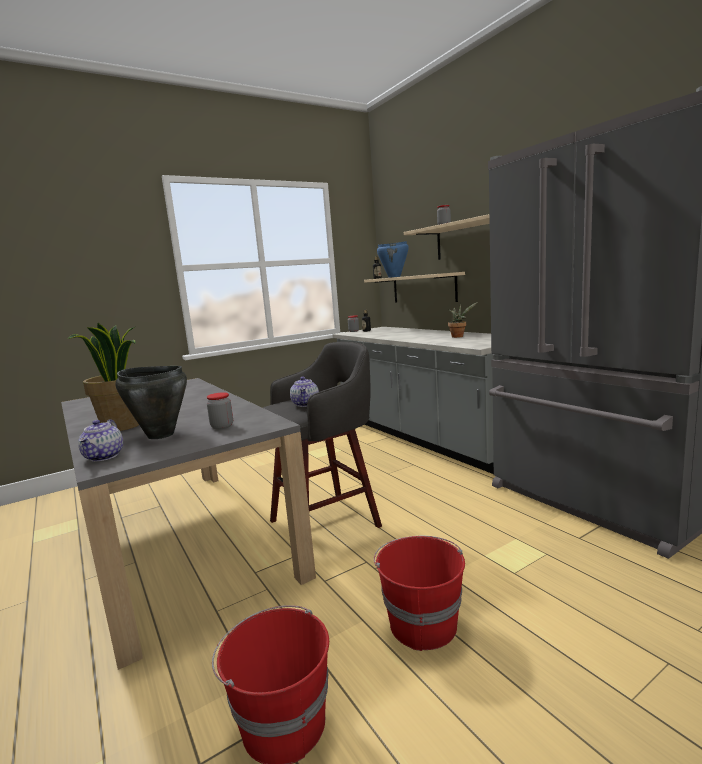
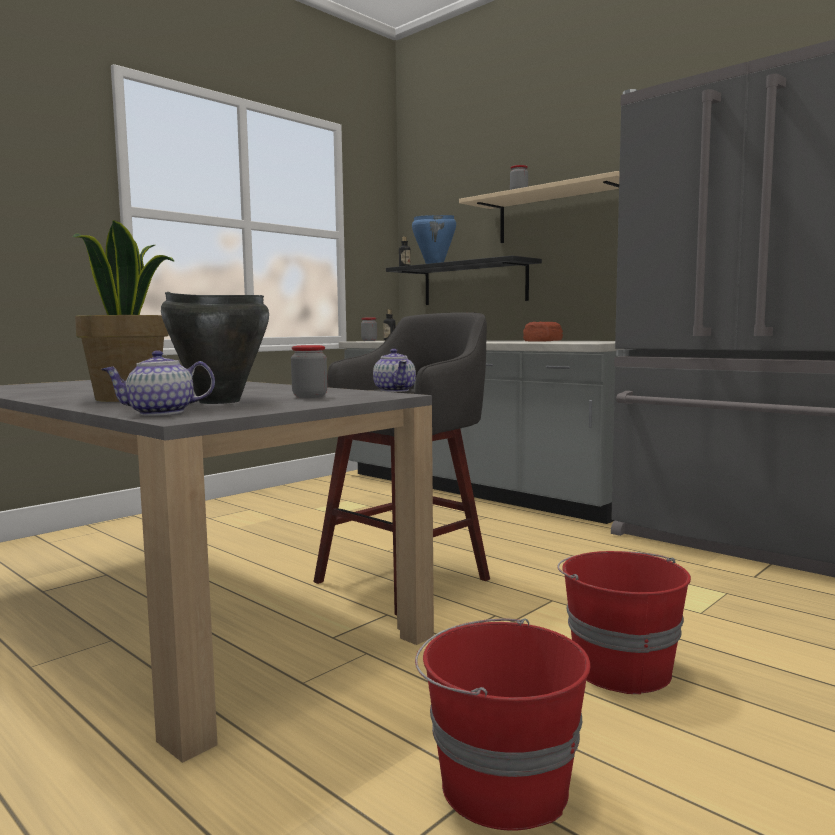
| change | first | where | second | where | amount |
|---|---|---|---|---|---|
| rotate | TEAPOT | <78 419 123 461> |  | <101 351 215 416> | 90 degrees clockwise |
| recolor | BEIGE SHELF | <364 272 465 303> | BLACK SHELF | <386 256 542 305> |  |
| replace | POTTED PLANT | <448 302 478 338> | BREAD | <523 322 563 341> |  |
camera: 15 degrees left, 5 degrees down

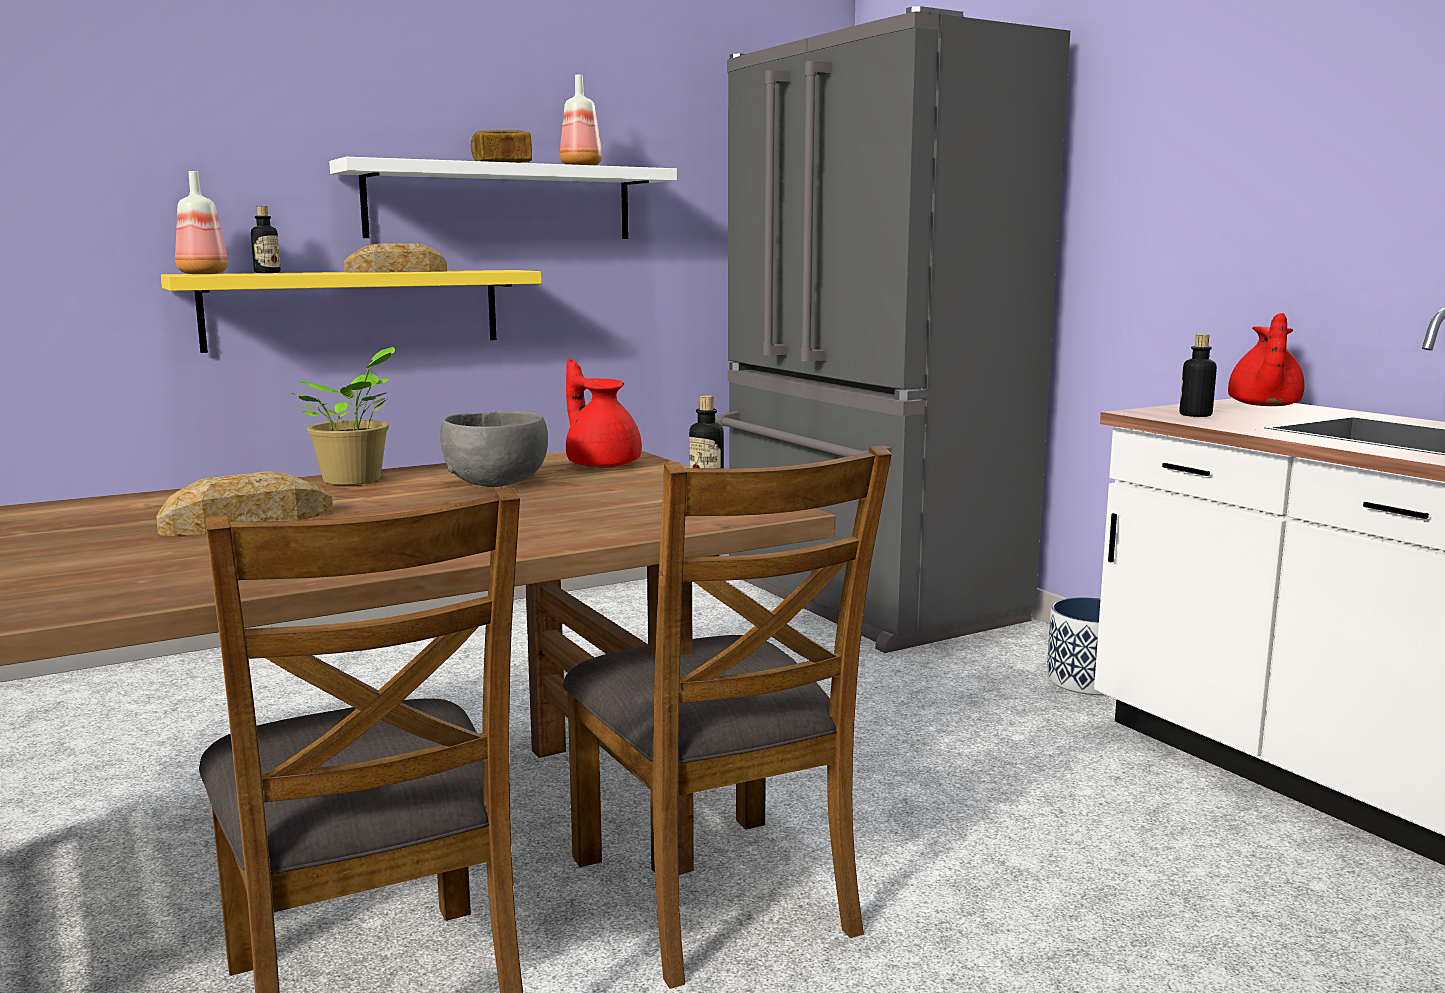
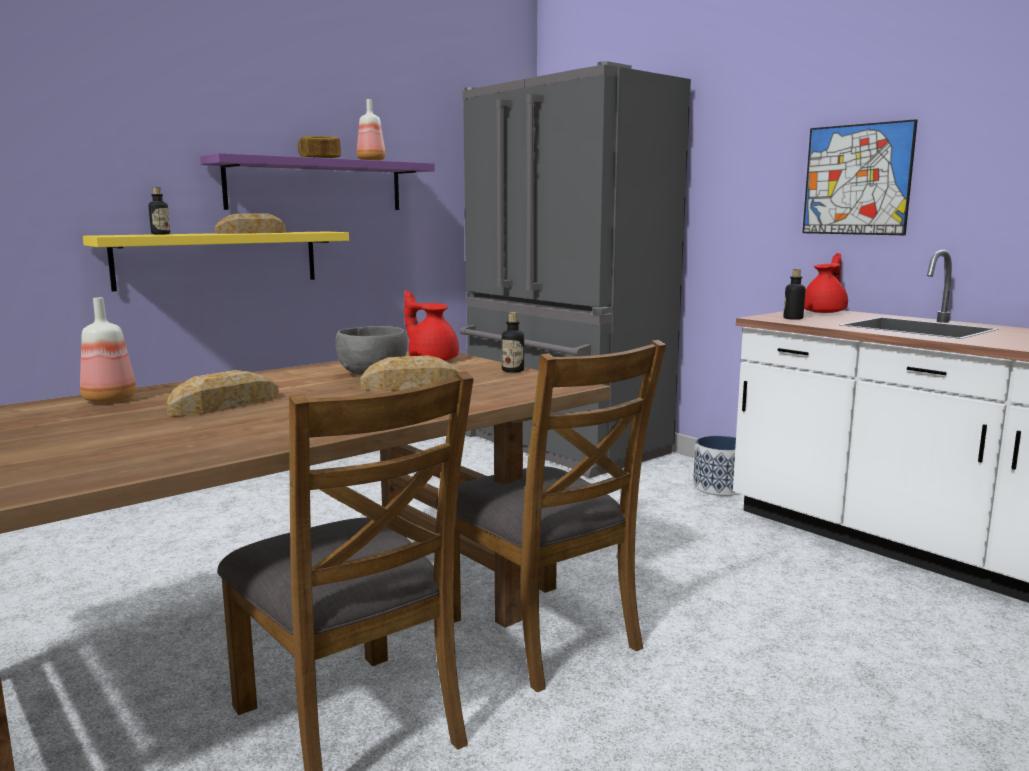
| change | first | where | second | where | amount |
|---|---|---|---|---|---|
| move | BOTTLE | <175 171 228 274> |  | <80 297 136 403> |  |
| recolor | WHITE SHELF | <329 157 677 239> | PURPLE SHELF | <200 153 435 210> |  |
| insert |  |  | BREAD | <360 355 461 391> |  |
| insert |  |  | PICTURE | <802 119 918 235> |  |
| rotate | RED TEAPOT | <1228 313 1304 406> |  | <804 253 848 313> | 150 degrees counterclockwise |
| delete | POTTED PLANT | <290 347 395 485> |  |  |  |
camera: 10 degrees left, 0 degrees up

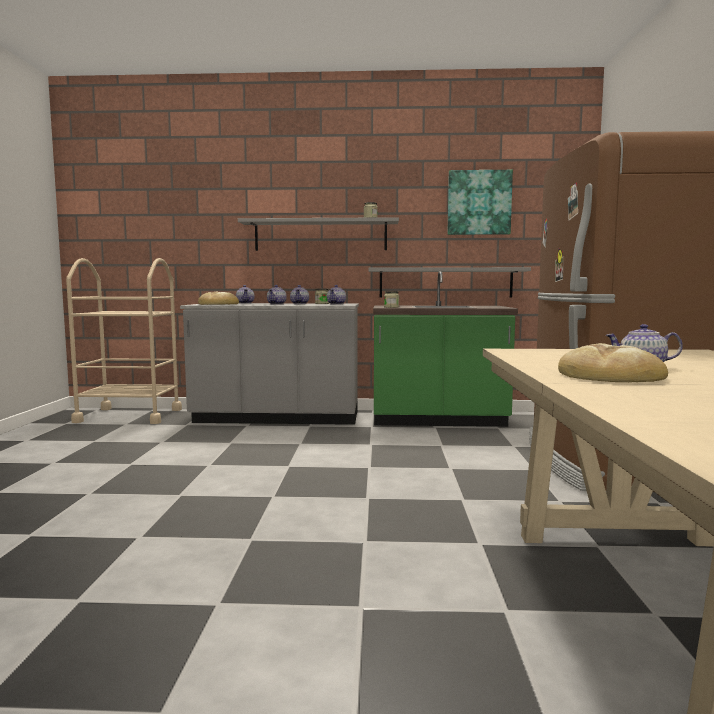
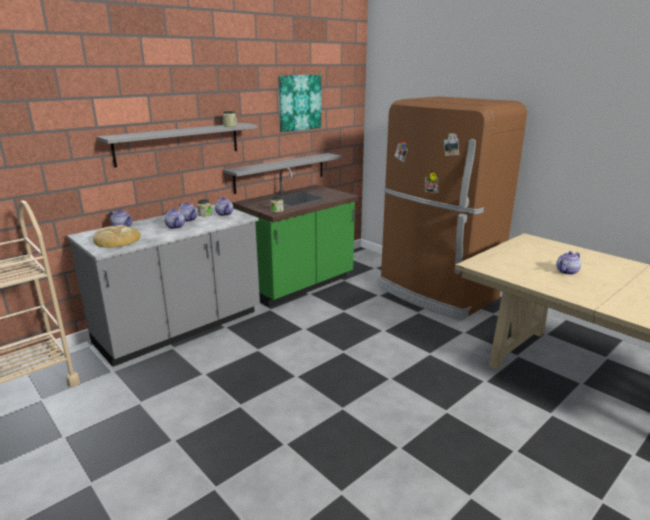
| change | first | where | second | where | amount |
|---|---|---|---|---|---|
| delete | BREAD | <558 343 668 382> |  |  |  |
camera: 45 degrees left, 15 degrees up

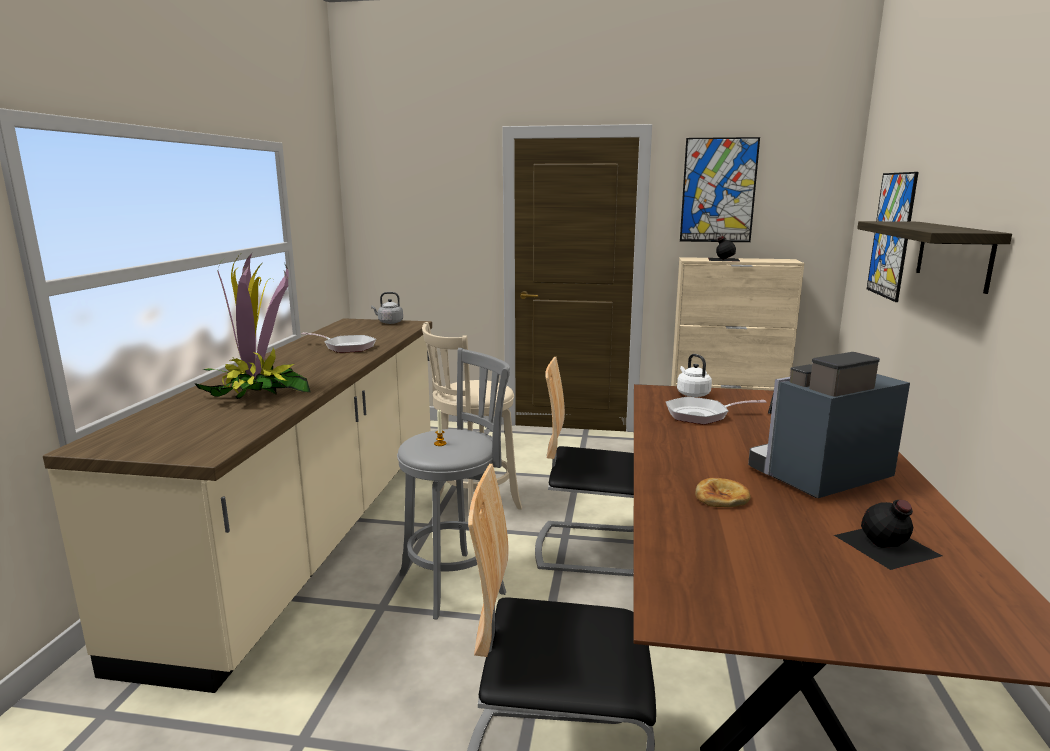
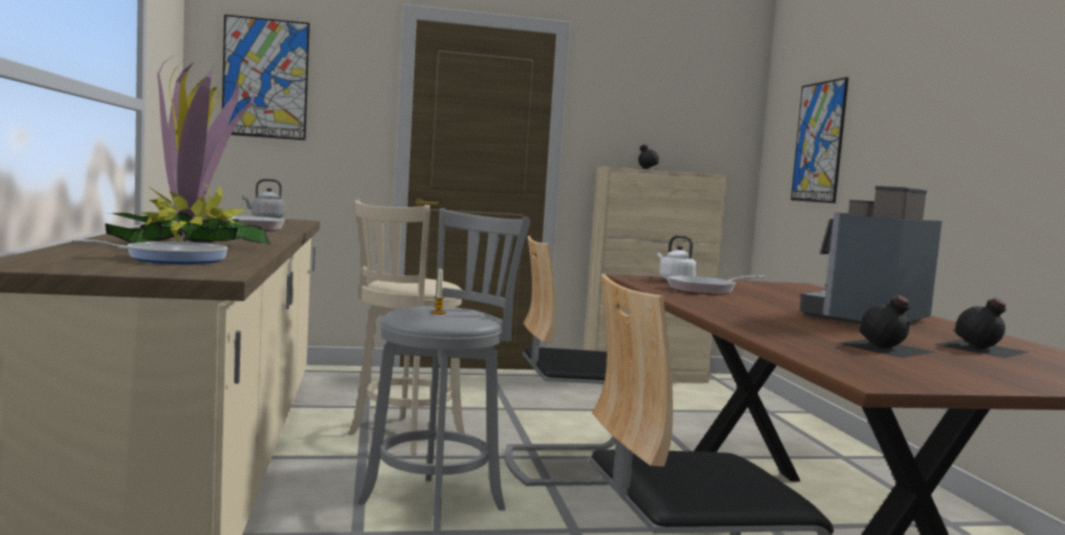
| change | first | where | second | where | amount |
|---|---|---|---|---|---|
| insert |  |  | FRYING PAN | <71 239 228 264> |  |
| move | PICTURE | <680 137 760 242> |  | <222 14 310 140> |  |
| insert |  |  | BLACK BOTTLE | <835 295 935 358> |  |
| delete | BREAD | <695 477 751 507> |  |  |  |
| delete | SHELF | <857 221 1012 294> |  |  |  |
camera: 20 degrees left, 10 degrees down

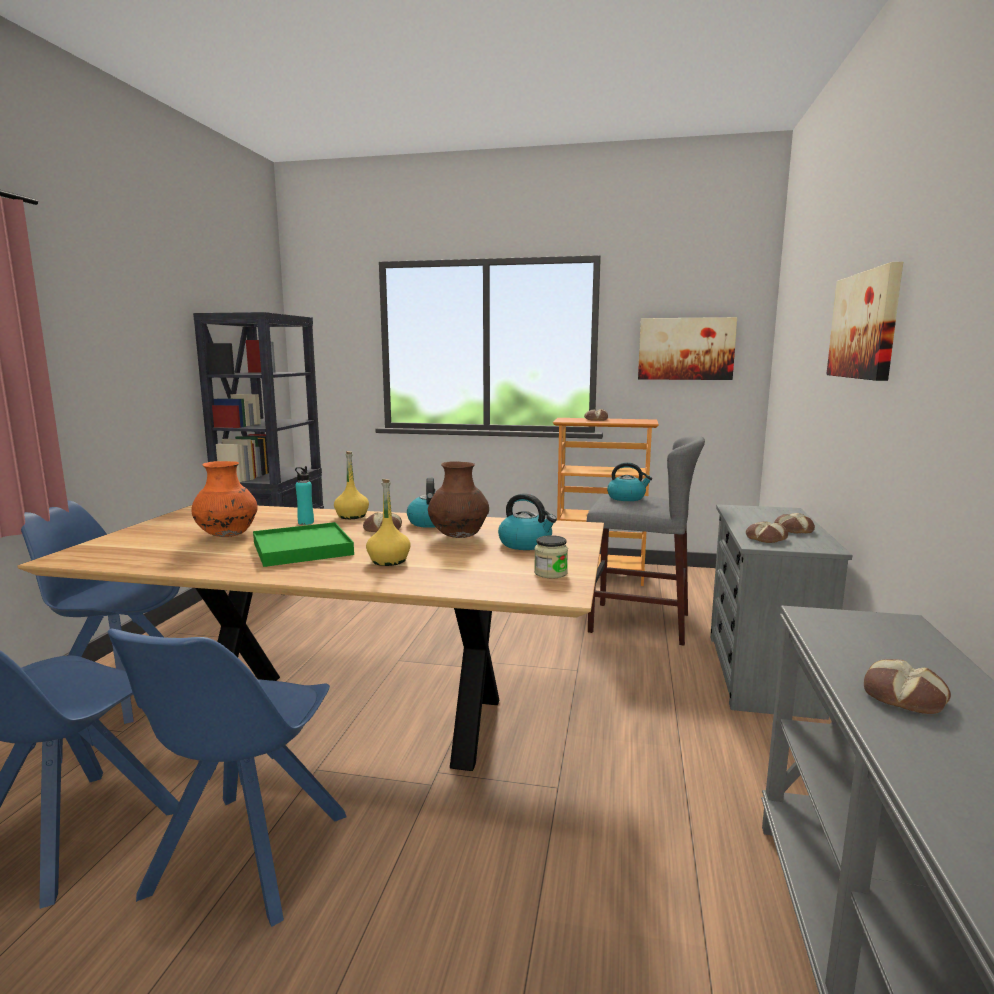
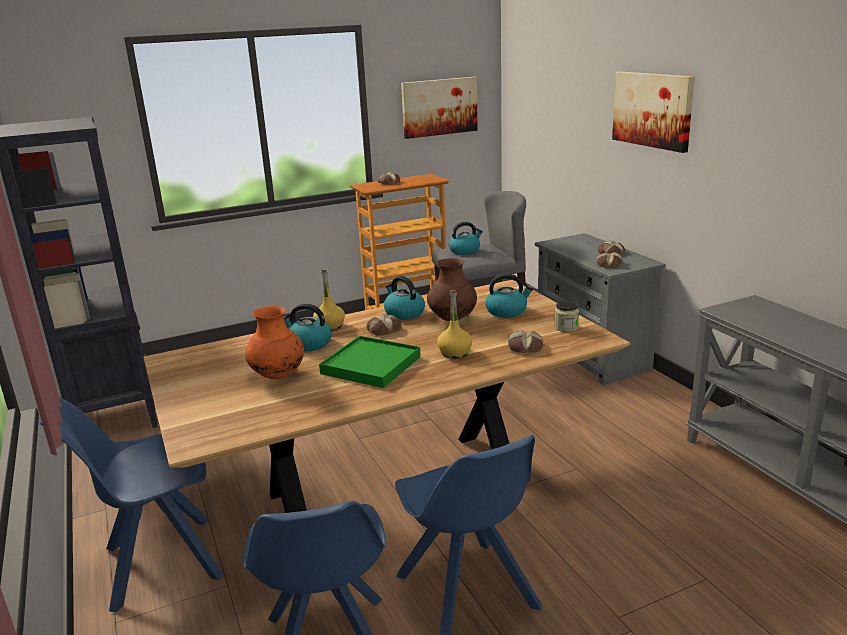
| change | first | where | second | where | amount |
|---|---|---|---|---|---|
| replace | TURQUOISE BOTTLE | <295 466 314 525> | KETTLE | <284 304 332 351> |  |
| move | BREAD | <864 659 951 714> |  | <508 330 543 353> |  |
camera: 35 degrees left, 10 degrees up

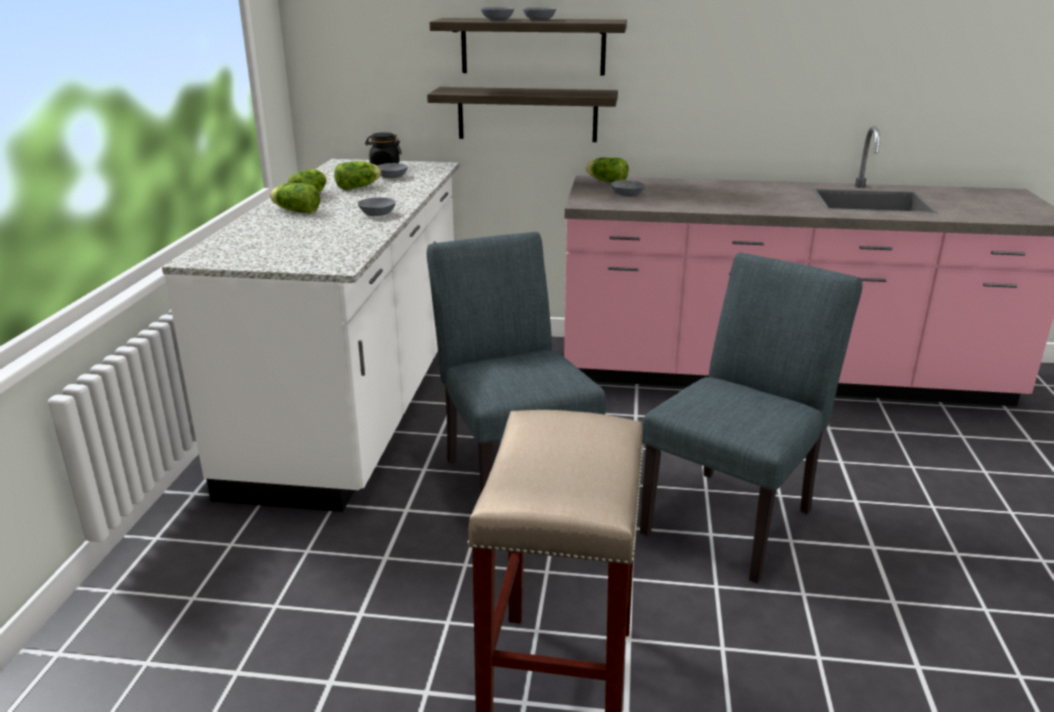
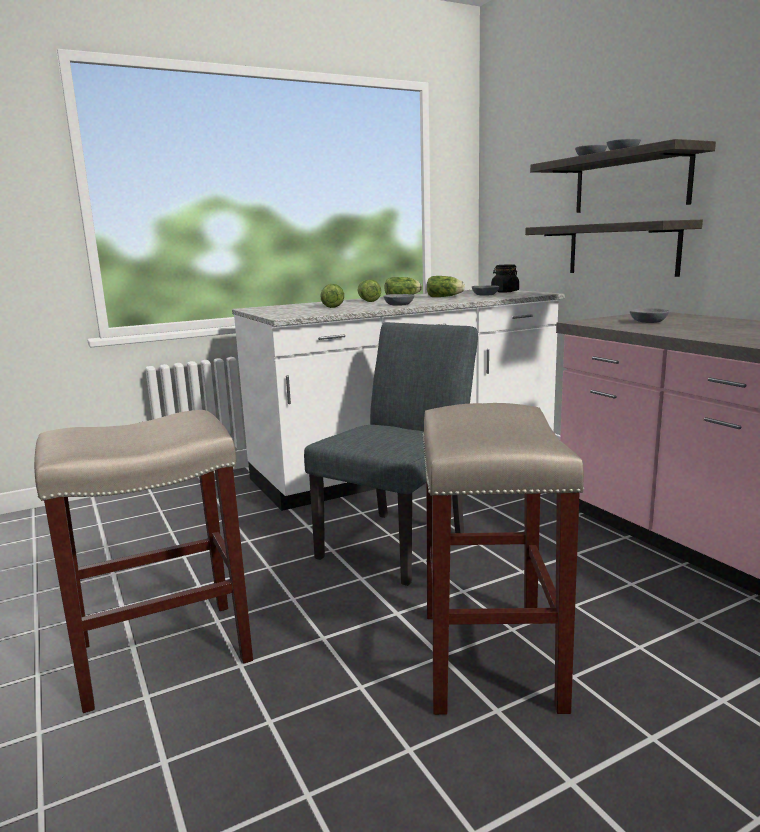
| change | first | where | second | where | amount |
|---|---|---|---|---|---|
| move | LETTUCE | <586 157 628 182> |  | <320 284 344 308> |  |
| replace | GREY CHAIR | <640 253 863 584> | BEIGE STOOL | <423 403 584 715> |  |
camera: 55 degrees right, 10 degrees down

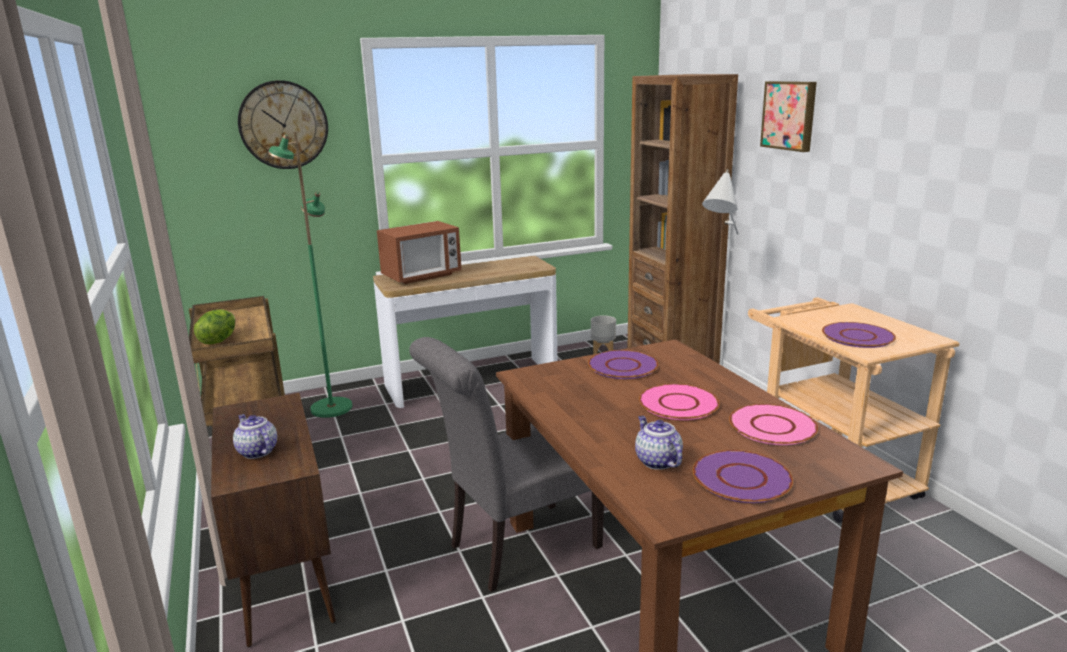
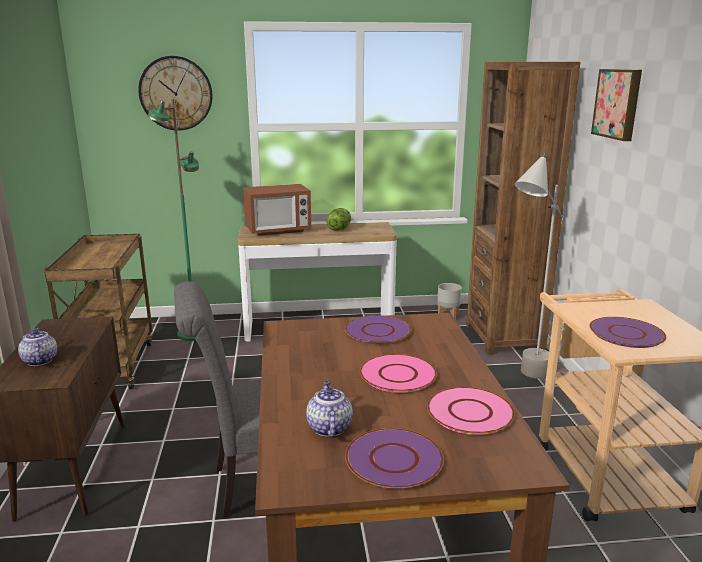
| change | first | where | second | where | amount |
|---|---|---|---|---|---|
| move | LETTUCE | <194 309 235 344> |  | <326 208 351 231> |  |
camera: 15 degrees right, 0 degrees up

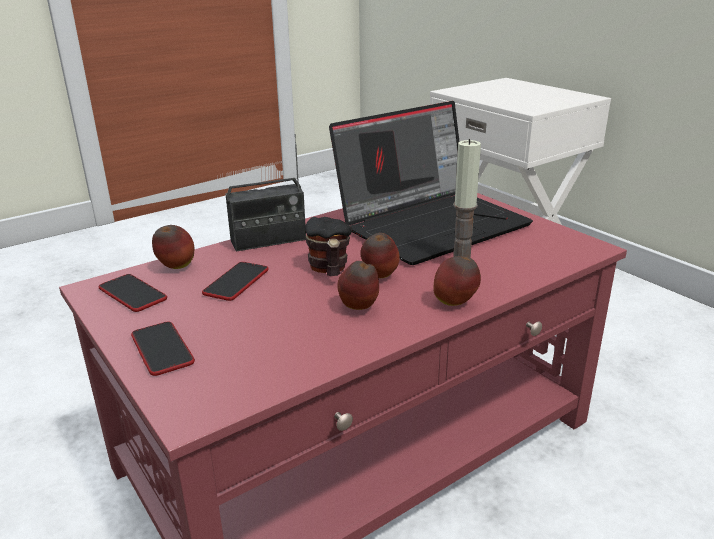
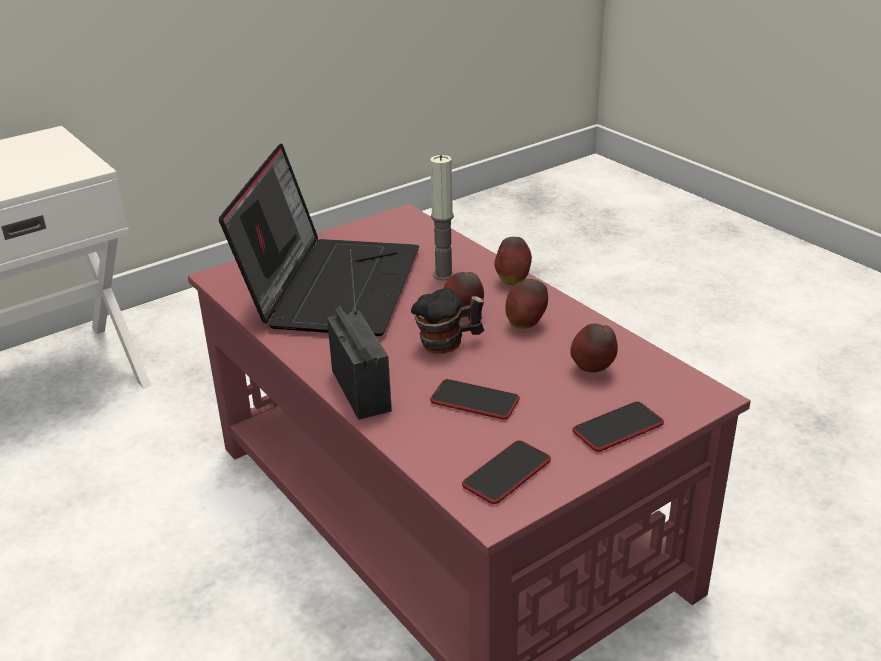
| change | first | where | second | where | amount |
|---|---|---|---|---|---|
| rotate | LAPTOP | <329 101 533 265> |  | <219 143 419 336> | 45 degrees clockwise |
| move | APPLE | <152 225 195 269> |  | <570 324 618 373> |  |
camera: 90 degrees left, 5 degrees up

